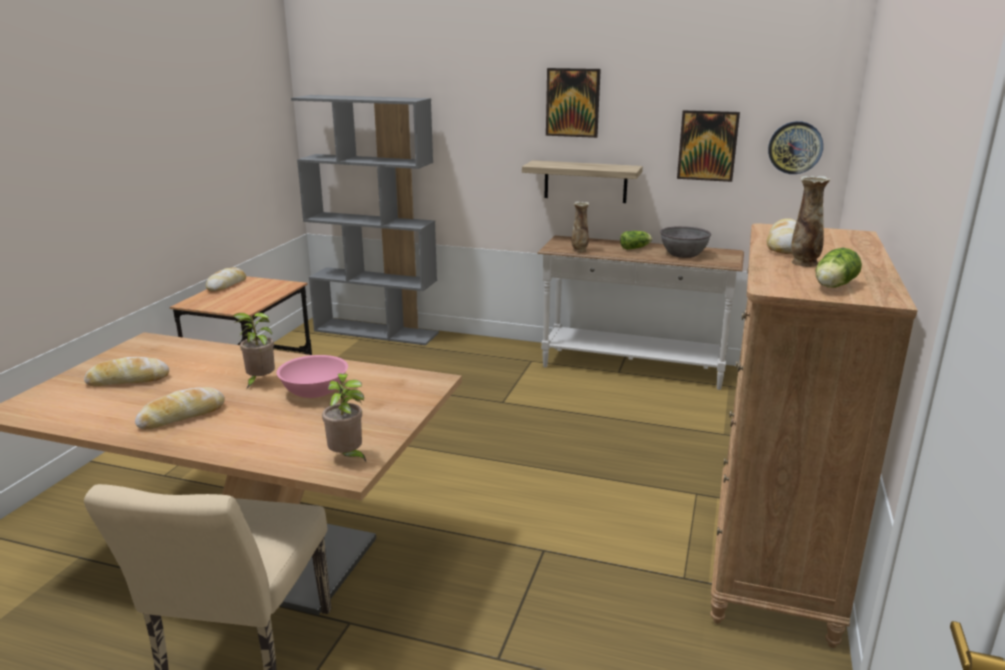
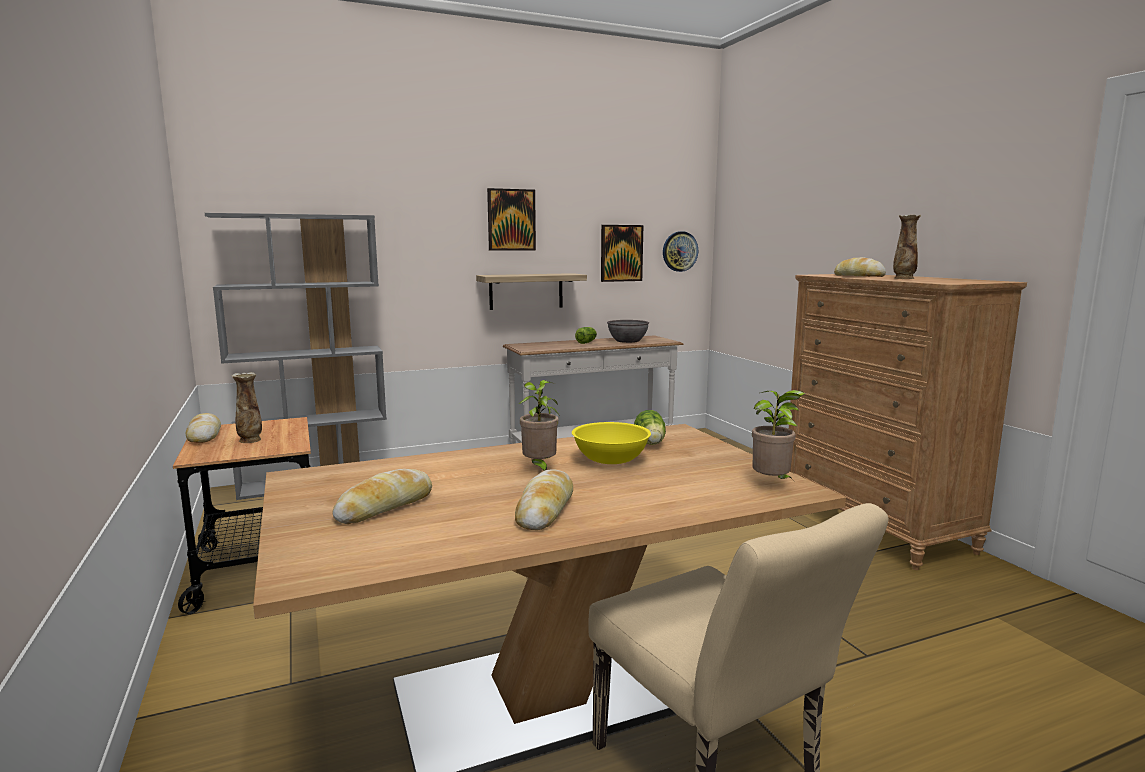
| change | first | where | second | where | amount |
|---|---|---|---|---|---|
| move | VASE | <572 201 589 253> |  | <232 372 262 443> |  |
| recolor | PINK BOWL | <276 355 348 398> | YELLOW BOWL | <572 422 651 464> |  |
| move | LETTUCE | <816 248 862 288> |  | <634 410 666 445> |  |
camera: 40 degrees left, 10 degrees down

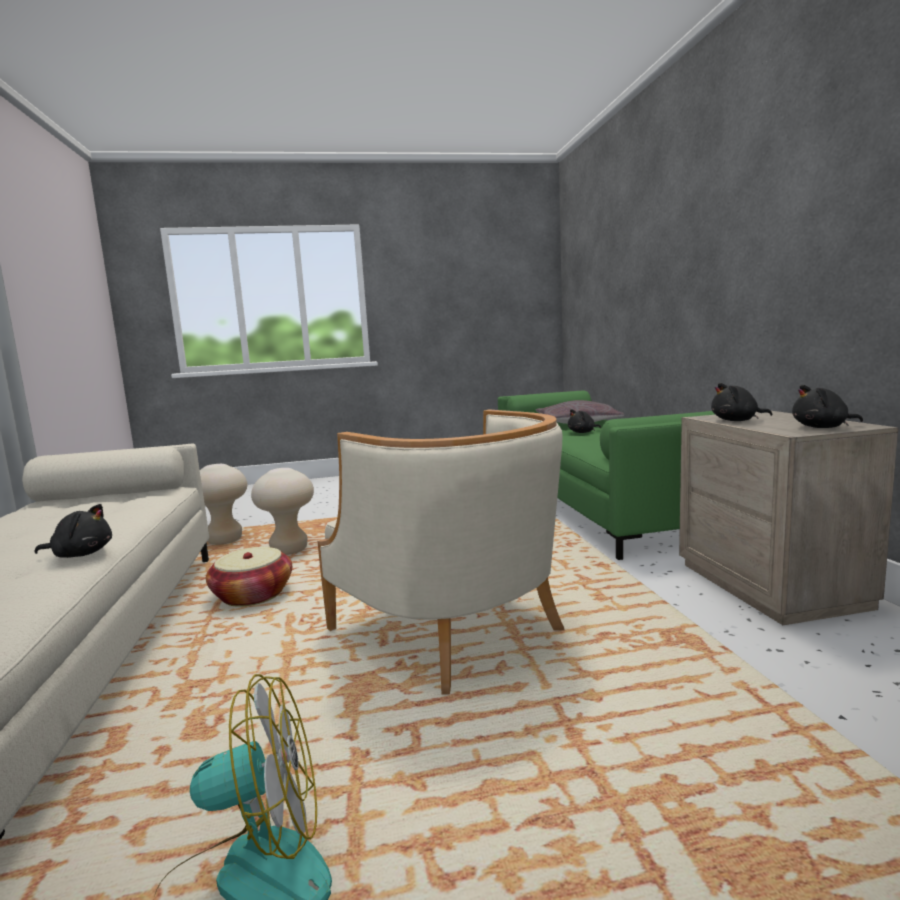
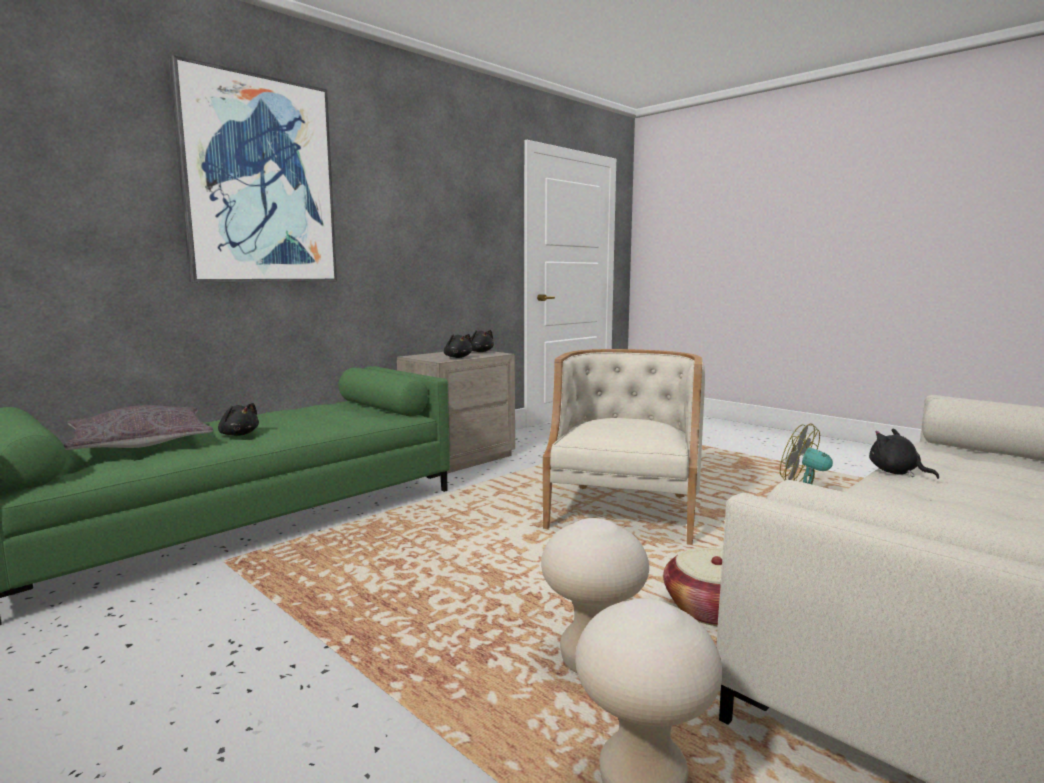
| change | first | where | second | where | amount |
|---|---|---|---|---|---|
| insert |  |  | PICTURE | <169 55 337 282> |  |
camera: 125 degrees left, 0 degrees up

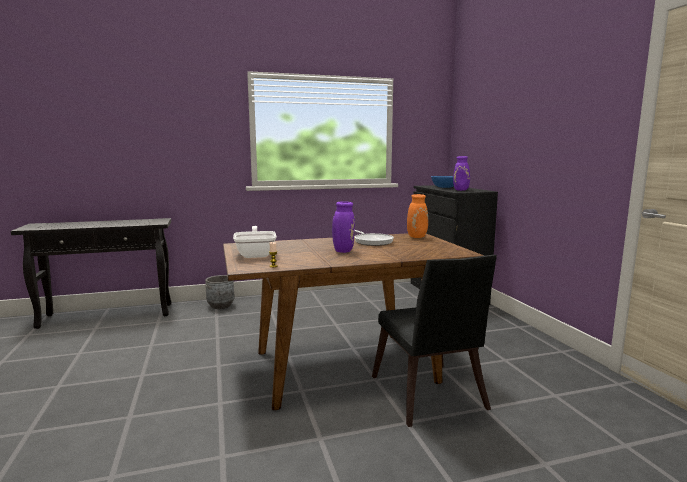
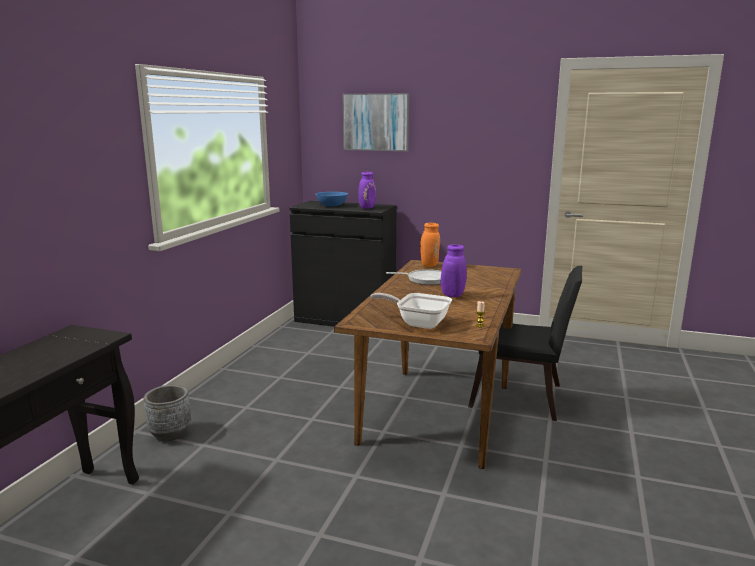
| change | first | where | second | where | amount |
|---|---|---|---|---|---|
| insert |  |  | PICTURE | <343 93 409 151> |  |
camera: 55 degrees left, 5 degrees up

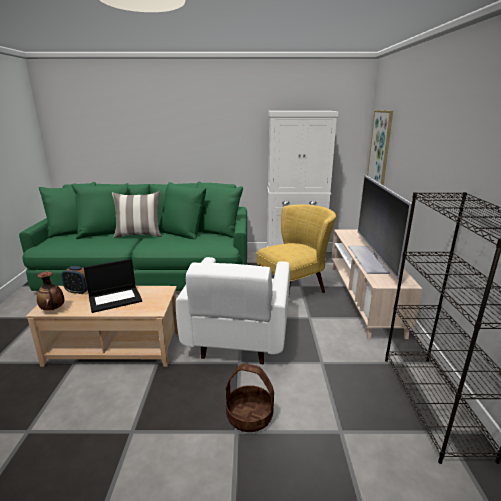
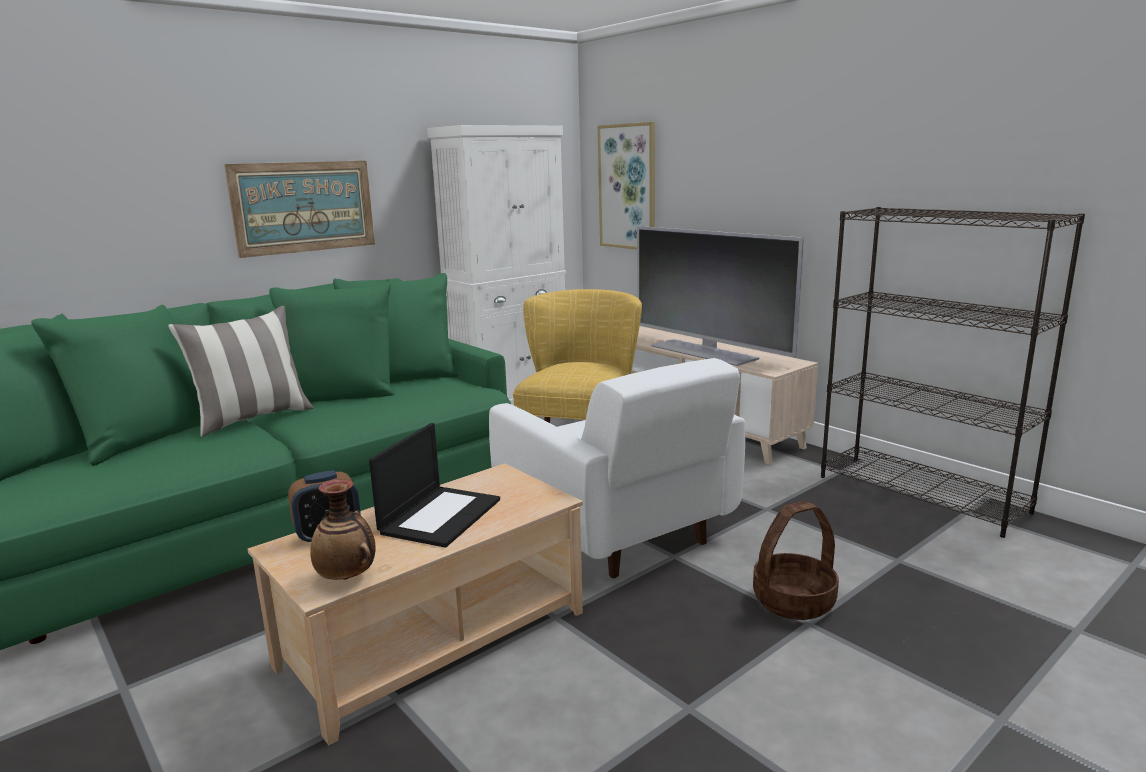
| change | first | where | second | where | amount |
|---|---|---|---|---|---|
| insert |  |  | PICTURE | <224 161 375 258> |  |
camera: 40 degrees left, 5 degrees down

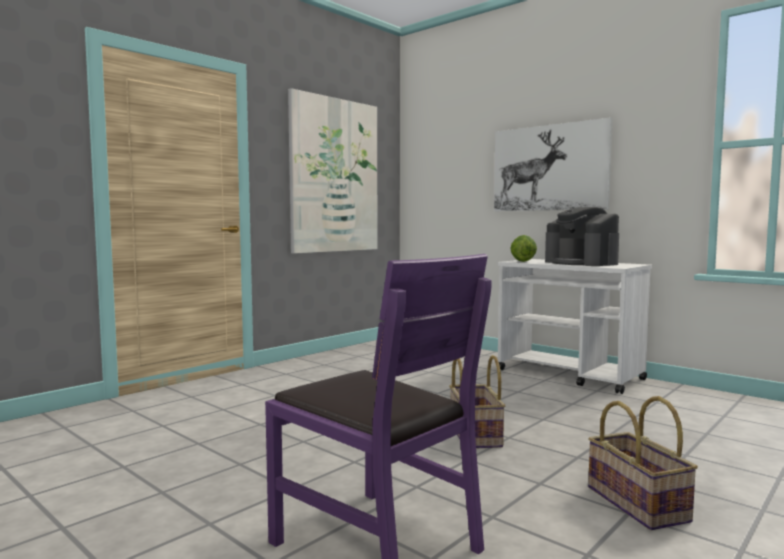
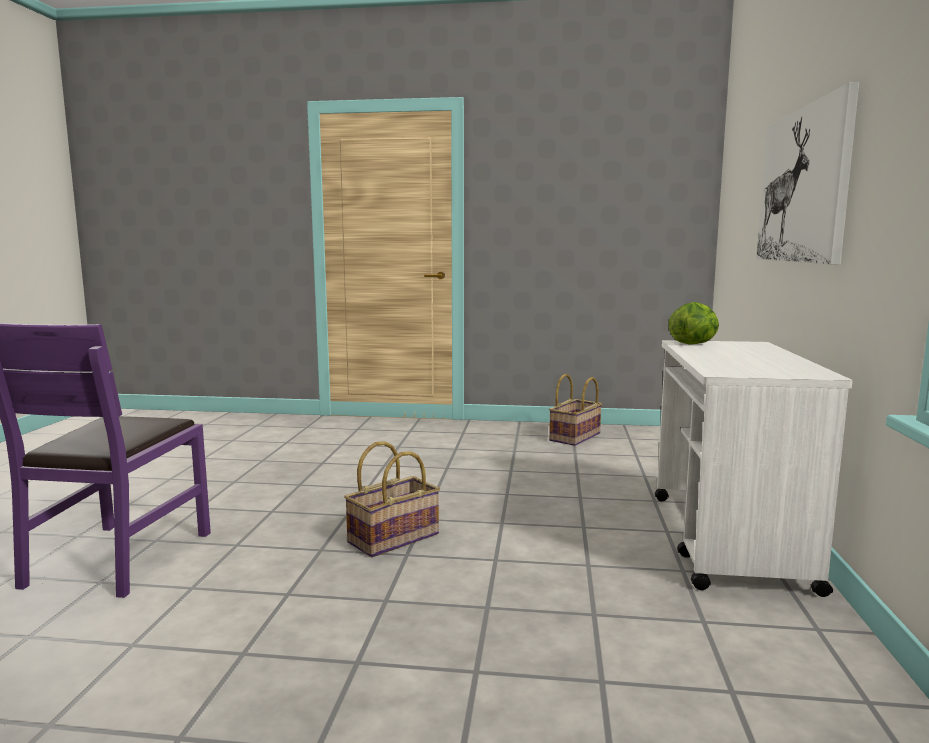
| change | first | where | second | where | amount |
|---|---|---|---|---|---|
| move | BASKET | <588 396 698 530> |  | <549 374 602 446> |  |
| delete | PICTURE | <288 88 378 254> |  |  |  |
| delete | COFFEE MACHINE | <545 207 619 266> |  |  |  |
camera: 55 degrees right, 5 degrees up

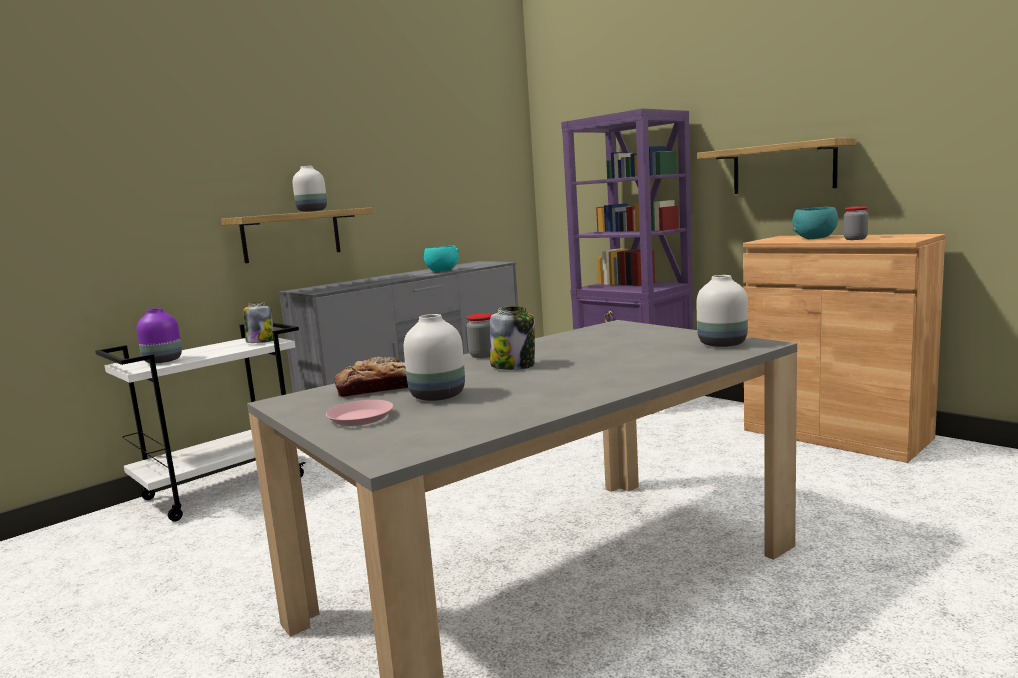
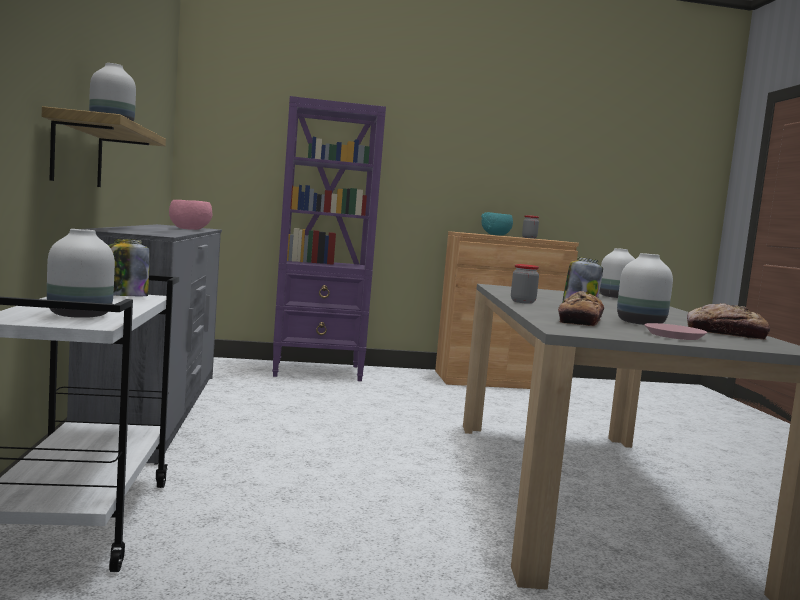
| change | first | where | second | where | amount |
|---|---|---|---|---|---|
| recolor | PURPLE VASE | <137 308 182 363> | WHITE VASE | <47 229 115 318> |  |
| recolor | TURQUOISE BOWL | <424 245 459 271> | PINK BOWL | <169 200 212 230> |  |
| insert |  |  | BREAD | <687 303 770 340> |  |
| delete | SHELF | <697 138 856 194> |  |  |  |
camera: 55 degrees left, 5 degrees down

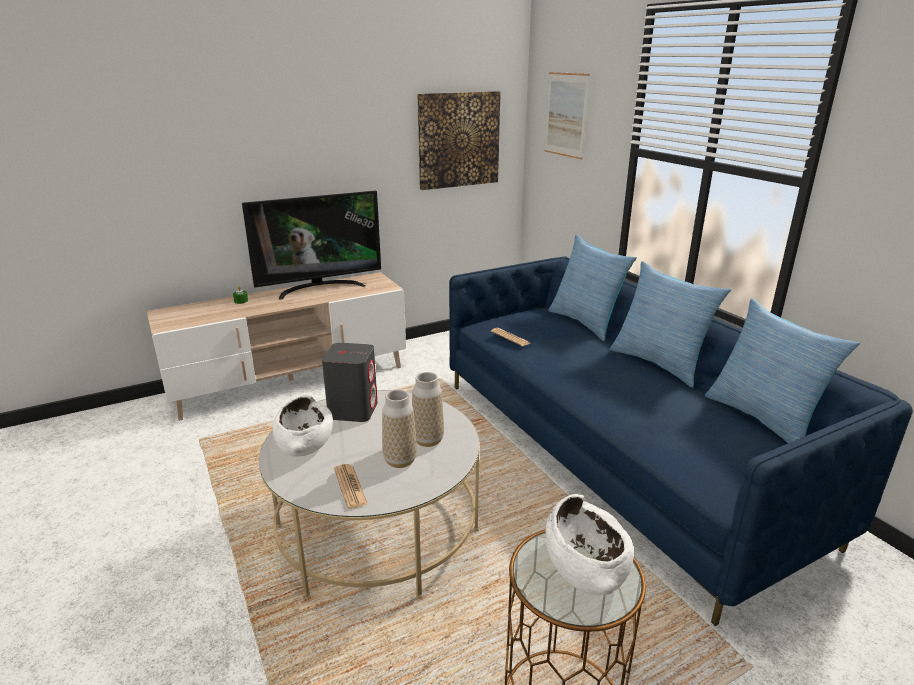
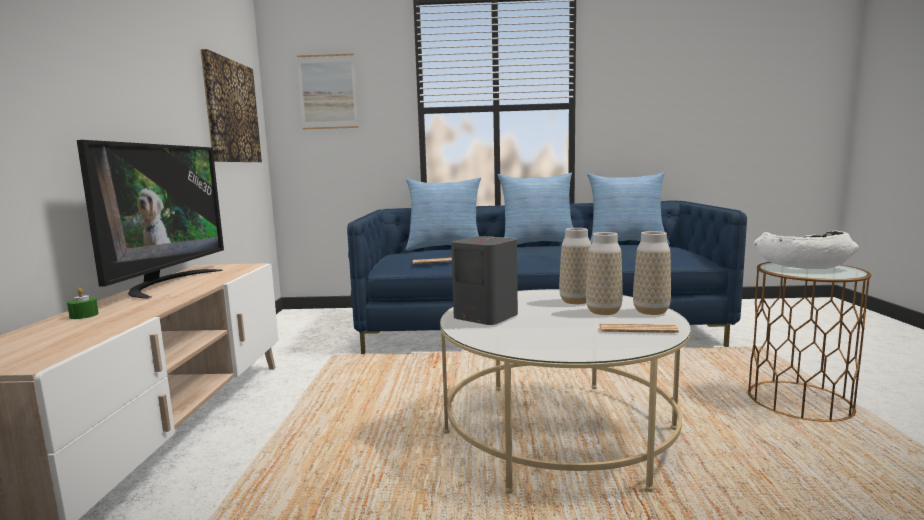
| change | first | where | second | where | amount |
|---|---|---|---|---|---|
| insert |  |  | VASE | <633 231 671 315> |  |
| delete | WHITE BOWL | <273 395 333 457> |  |  |  |
camera: 60 degrees left, 15 degrees down

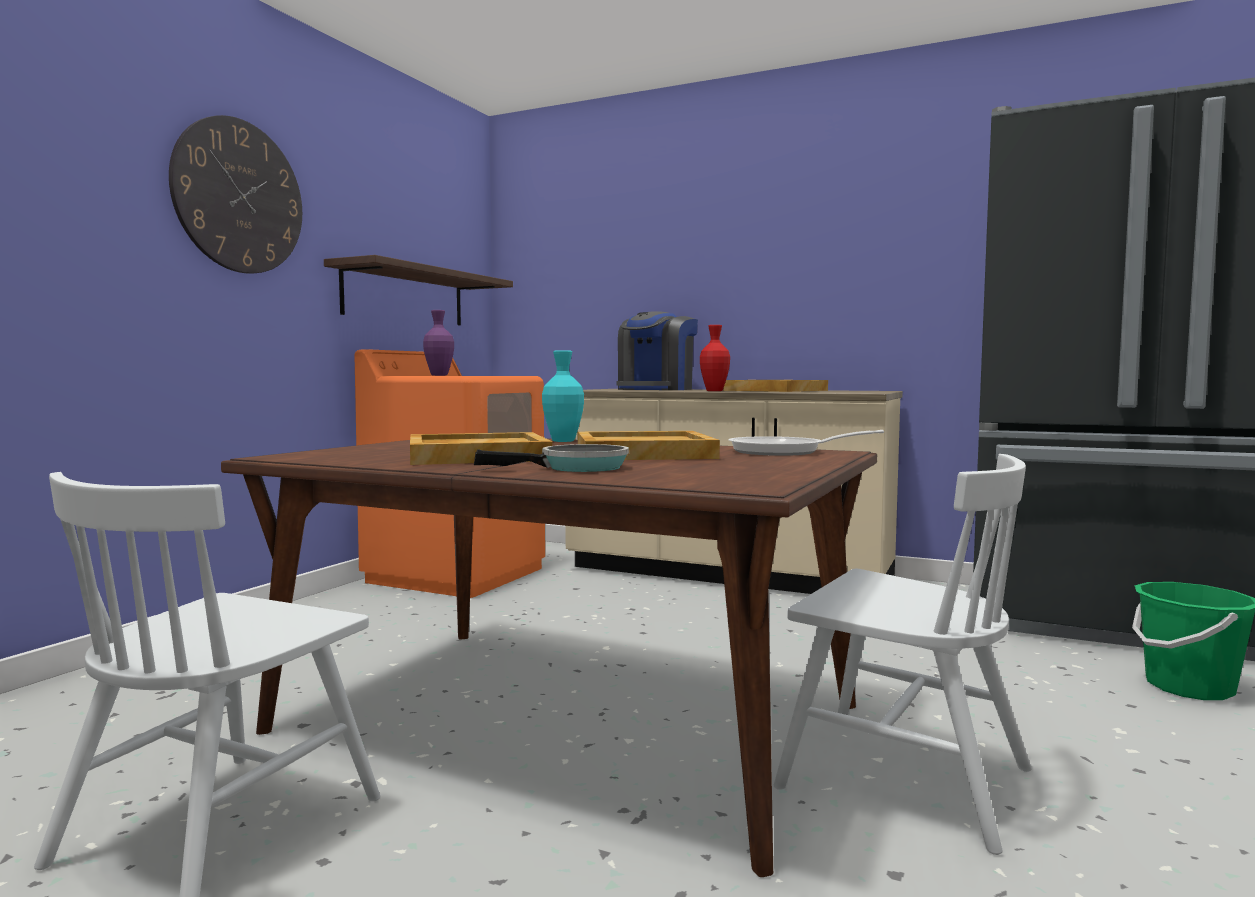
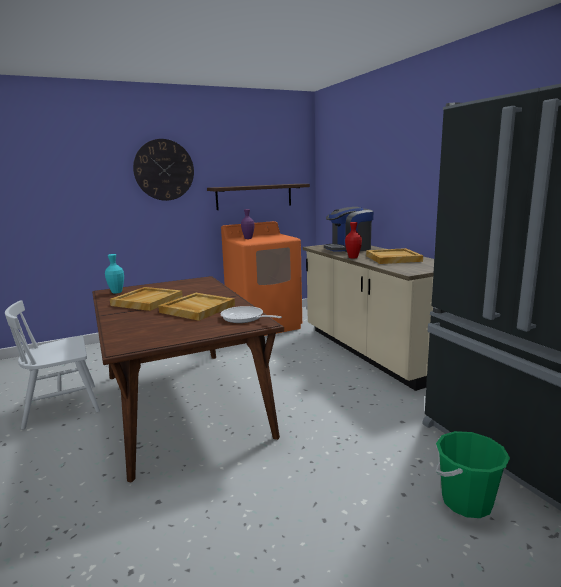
| change | first | where | second | where | amount |
|---|---|---|---|---|---|
| move | TURQUOISE VASE | <542 350 584 442> |  | <105 254 124 294> |  |
| delete | FRYING PAN | <474 444 629 472> |  |  |  |
| delete | WHITE CHAIR | <774 454 1032 855> |  |  |  |
camera: 40 degrees right, 10 degrees up

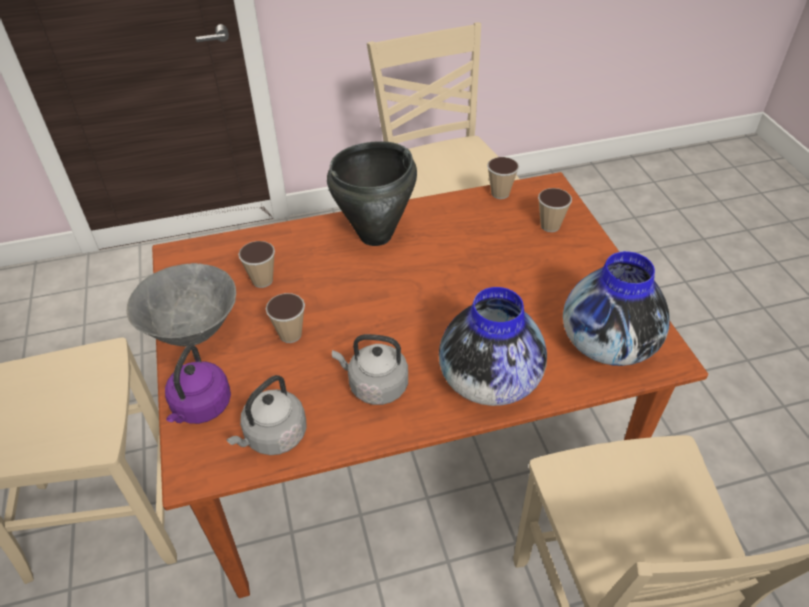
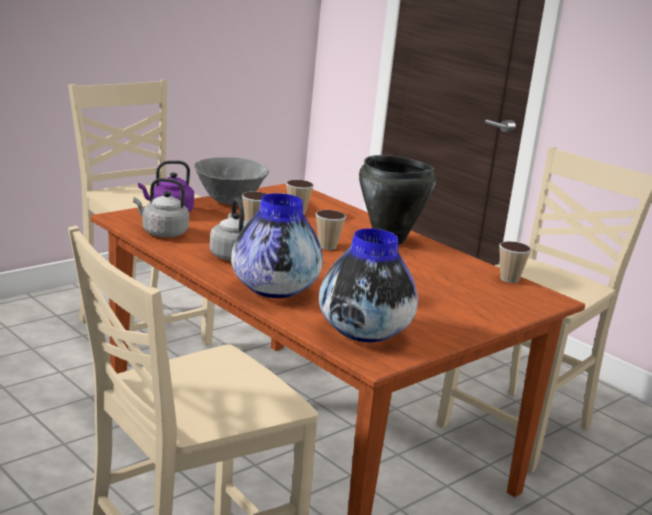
| change | first | where | second | where | amount |
|---|---|---|---|---|---|
| move | CUP | <538 188 572 232> |  | <316 210 346 250> |  |
camera: 60 degrees right, 25 degrees down

